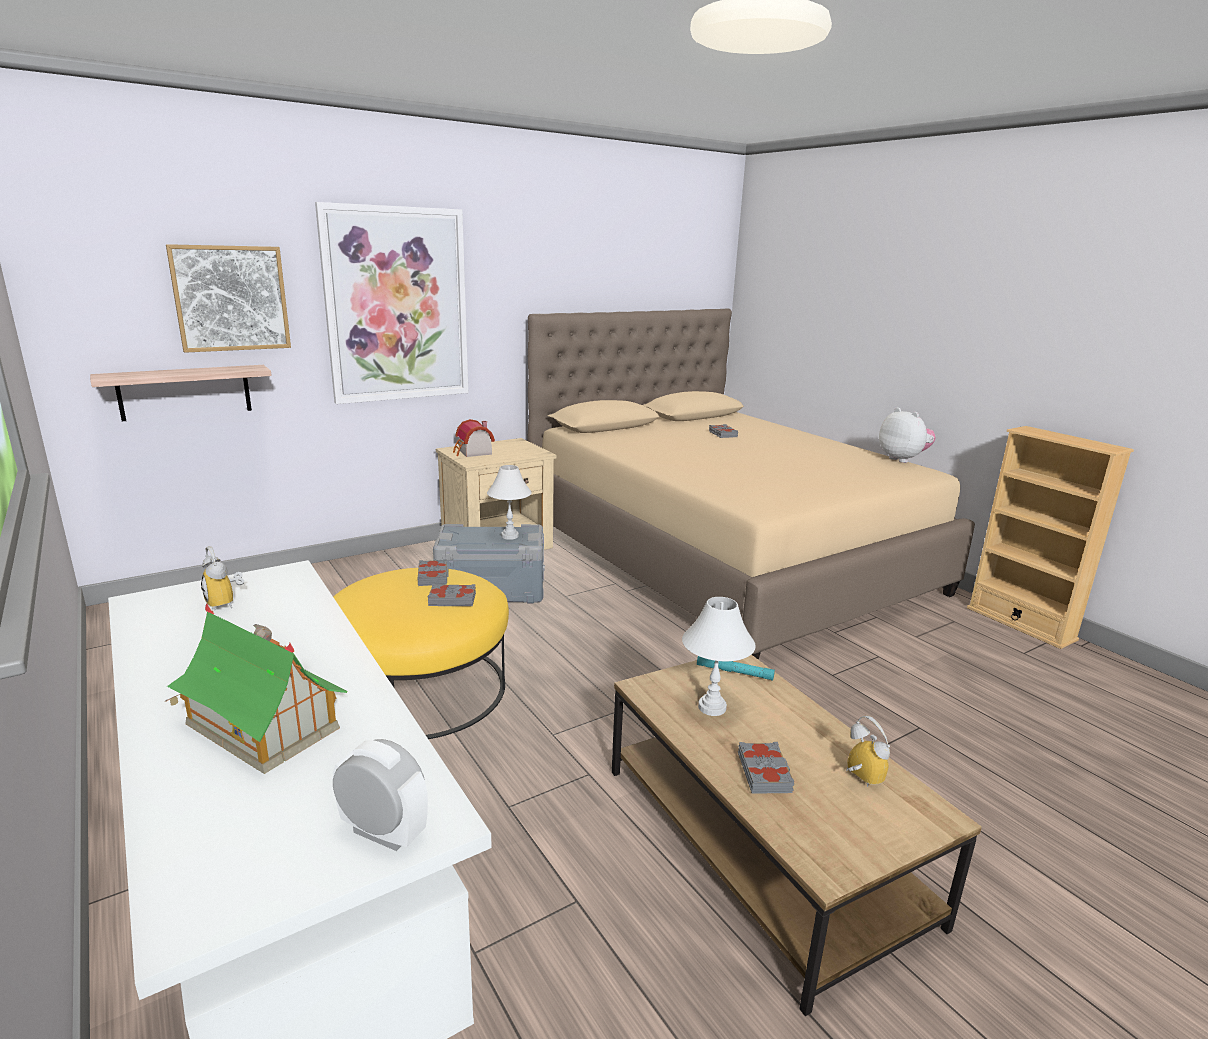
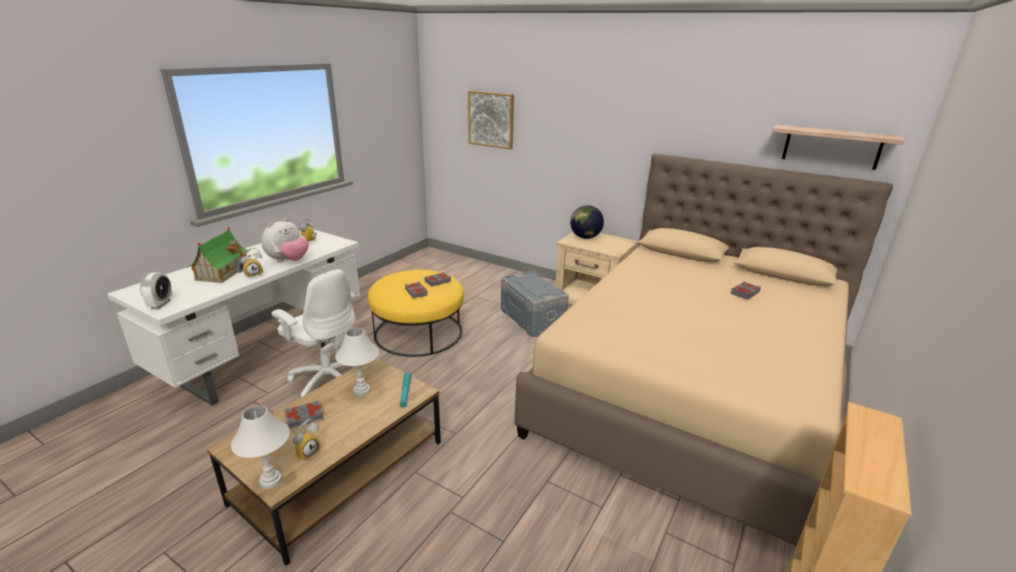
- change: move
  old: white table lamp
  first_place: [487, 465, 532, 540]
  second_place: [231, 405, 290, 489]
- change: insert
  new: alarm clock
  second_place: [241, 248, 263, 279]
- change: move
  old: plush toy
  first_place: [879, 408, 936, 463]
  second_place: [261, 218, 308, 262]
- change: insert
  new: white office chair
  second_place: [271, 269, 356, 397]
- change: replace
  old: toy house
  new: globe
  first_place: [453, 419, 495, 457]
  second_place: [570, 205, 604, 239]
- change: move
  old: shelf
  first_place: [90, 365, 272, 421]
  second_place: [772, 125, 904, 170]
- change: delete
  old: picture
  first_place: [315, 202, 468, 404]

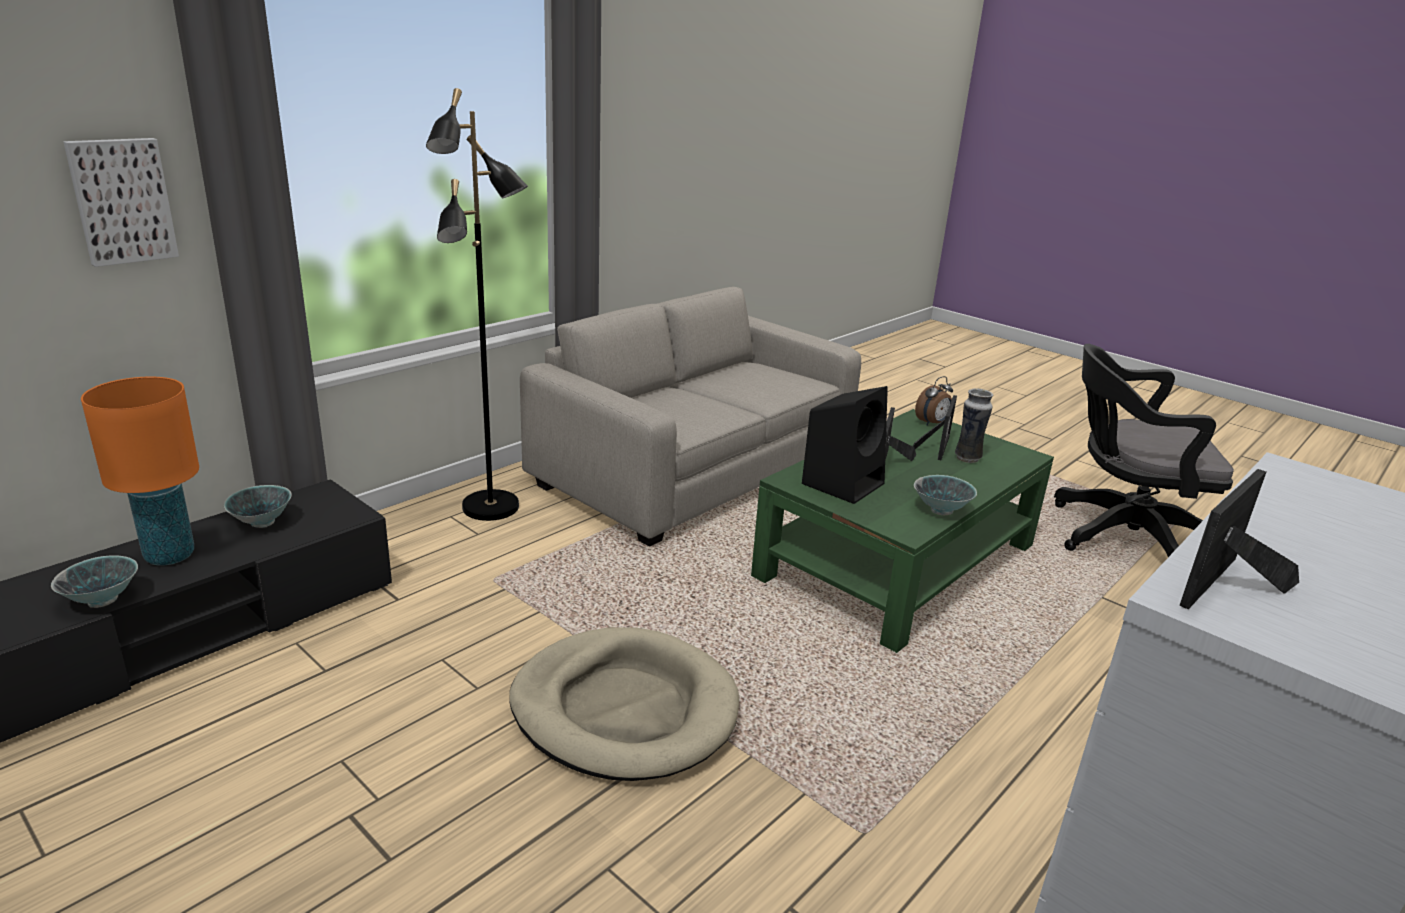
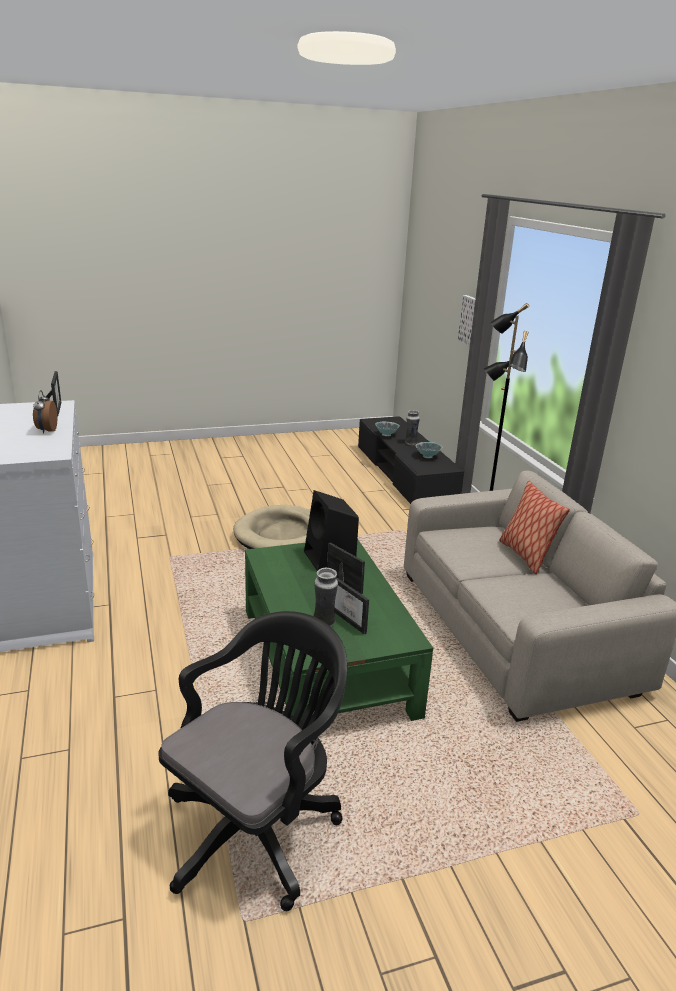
- change: move
  old: alarm clock
  first_place: [915, 376, 953, 426]
  second_place: [33, 390, 57, 434]
- change: replace
  old: orange table lamp
  new: vase
  first_place: [81, 377, 199, 566]
  second_place: [405, 410, 420, 445]
- change: insert
  new: pillow
  second_place: [499, 481, 570, 574]
- change: delete
  old: bowl
  first_place: [914, 475, 977, 515]

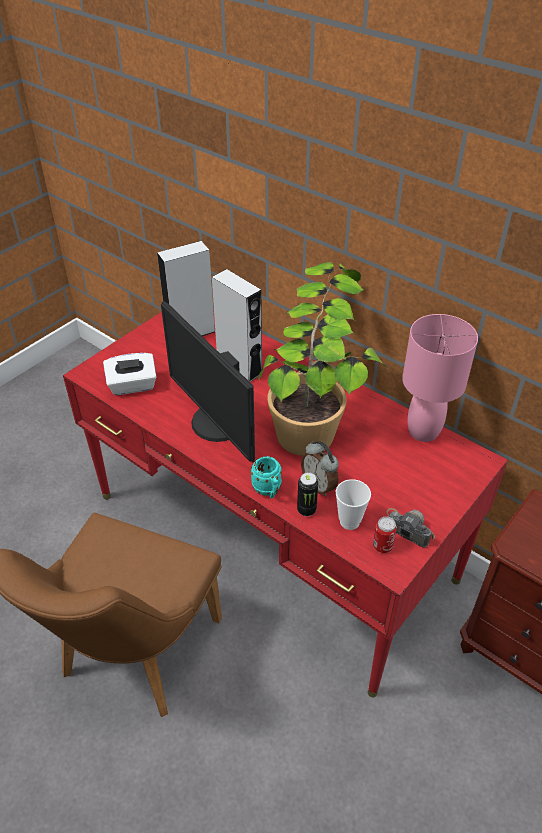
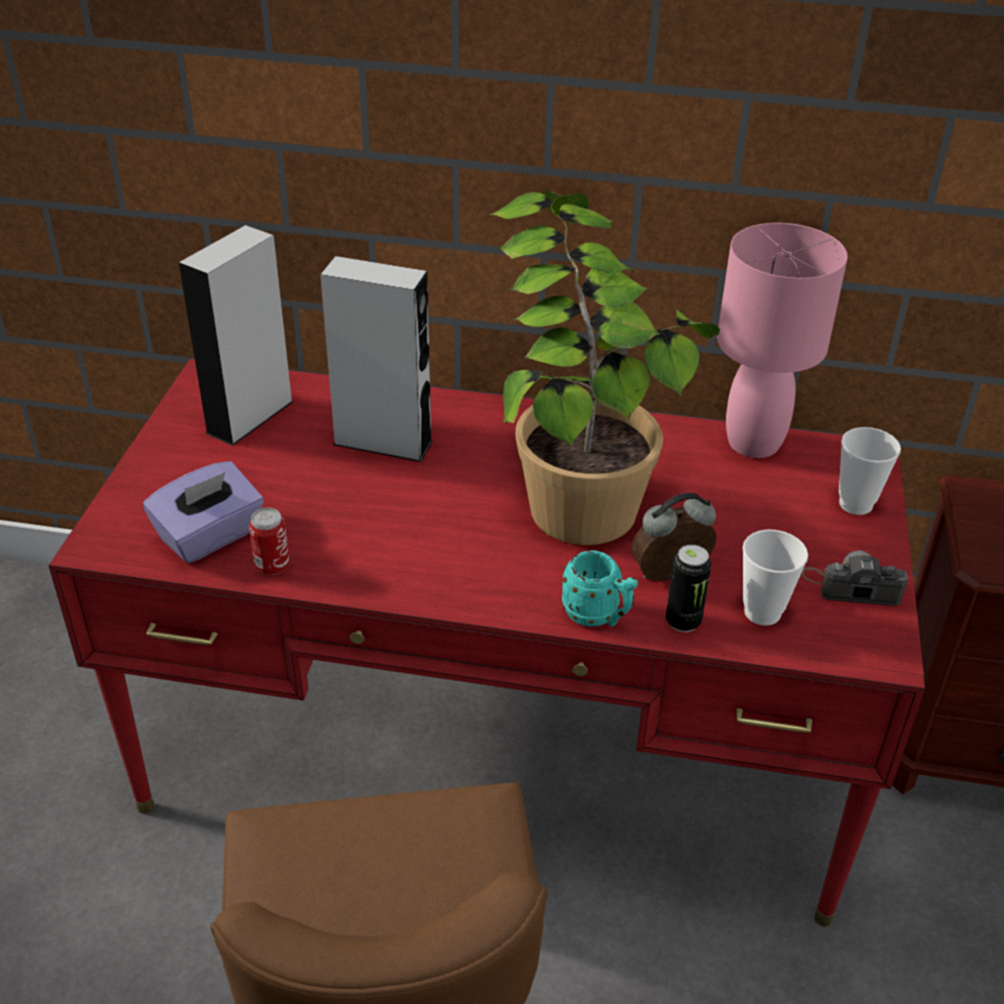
- change: recolor
  old: white tissue box
  new: purple tissue box
  first_place: [103, 353, 157, 395]
  second_place: [143, 461, 264, 563]
- change: move
  old: can
  first_place: [373, 517, 397, 553]
  second_place: [249, 508, 290, 575]
- change: rotate
  old: alarm clock
  first_place: [301, 441, 339, 496]
  second_place: [632, 493, 716, 581]
  degrees: 135
- change: insert
  new: cup
  second_place: [839, 427, 901, 515]
- change: delete
  old: monitor
  first_place: [161, 301, 255, 463]

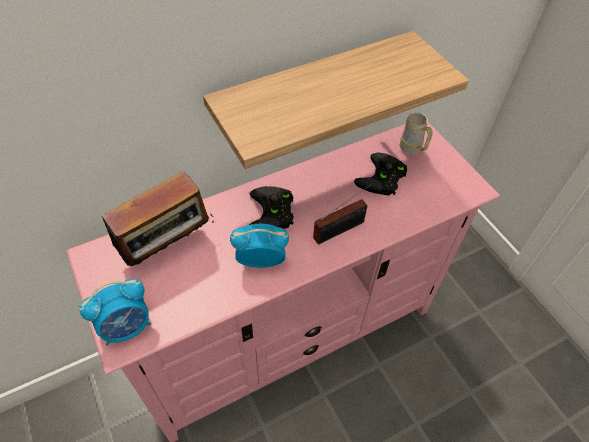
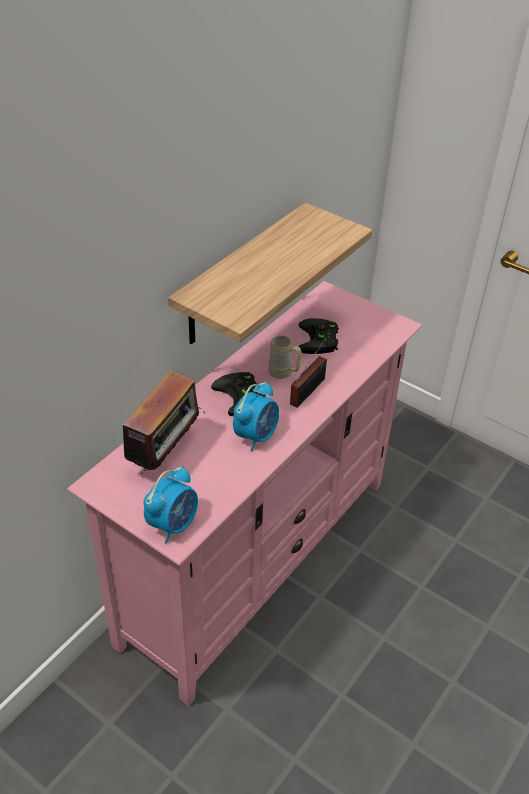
- change: rotate
  old: alarm clock
  first_place: [230, 224, 289, 267]
  second_place: [233, 381, 279, 452]
  degrees: 150
- change: move
  old: beige mug
  first_place: [400, 112, 433, 154]
  second_place: [268, 335, 302, 379]

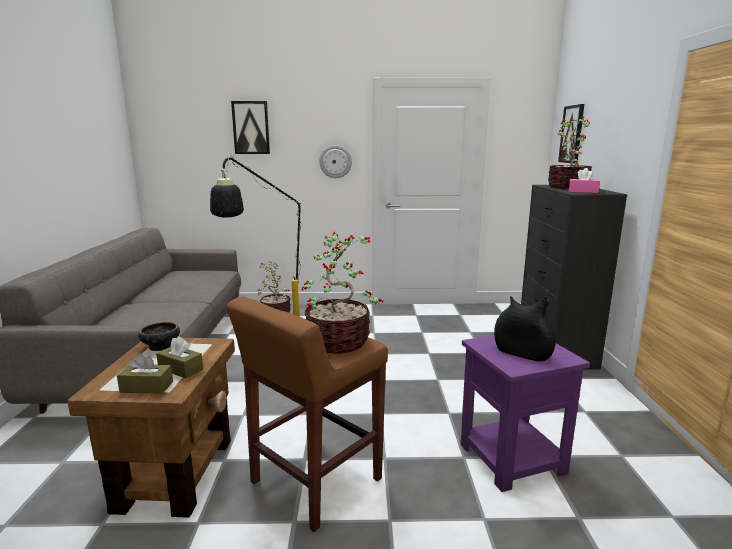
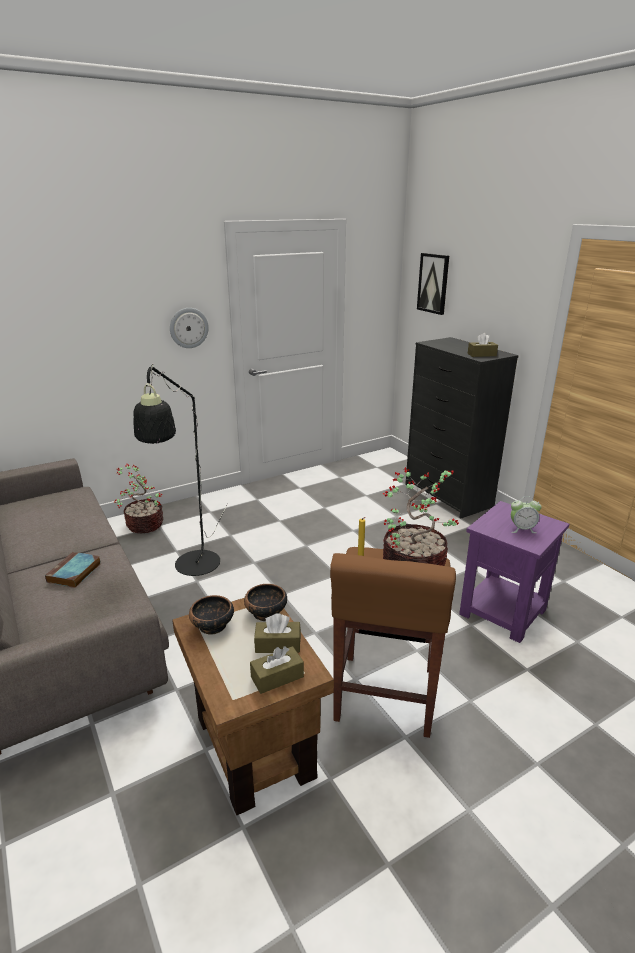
- change: insert
  new: book
  second_place: [45, 552, 101, 588]
- change: insert
  new: bowl
  second_place: [244, 584, 287, 621]
- change: recolor
  old: pink tissue box
  new: brown tissue box
  first_place: [569, 168, 600, 193]
  second_place: [468, 333, 498, 357]
- change: replace
  old: black vase
  new: alarm clock
  first_place: [494, 296, 556, 361]
  second_place: [511, 496, 542, 533]
- change: delete
  old: picture
  first_place: [231, 101, 270, 154]
- change: delete
  old: potted plant
  first_place: [548, 116, 592, 189]

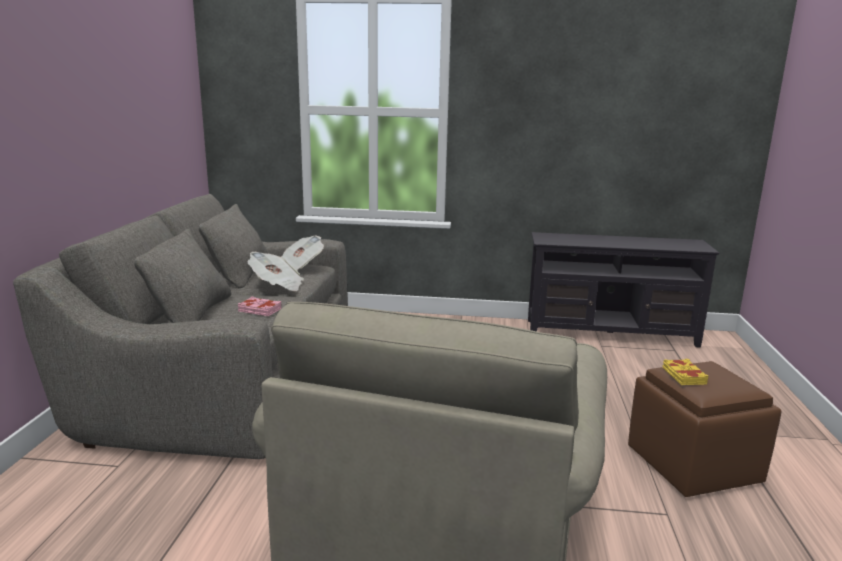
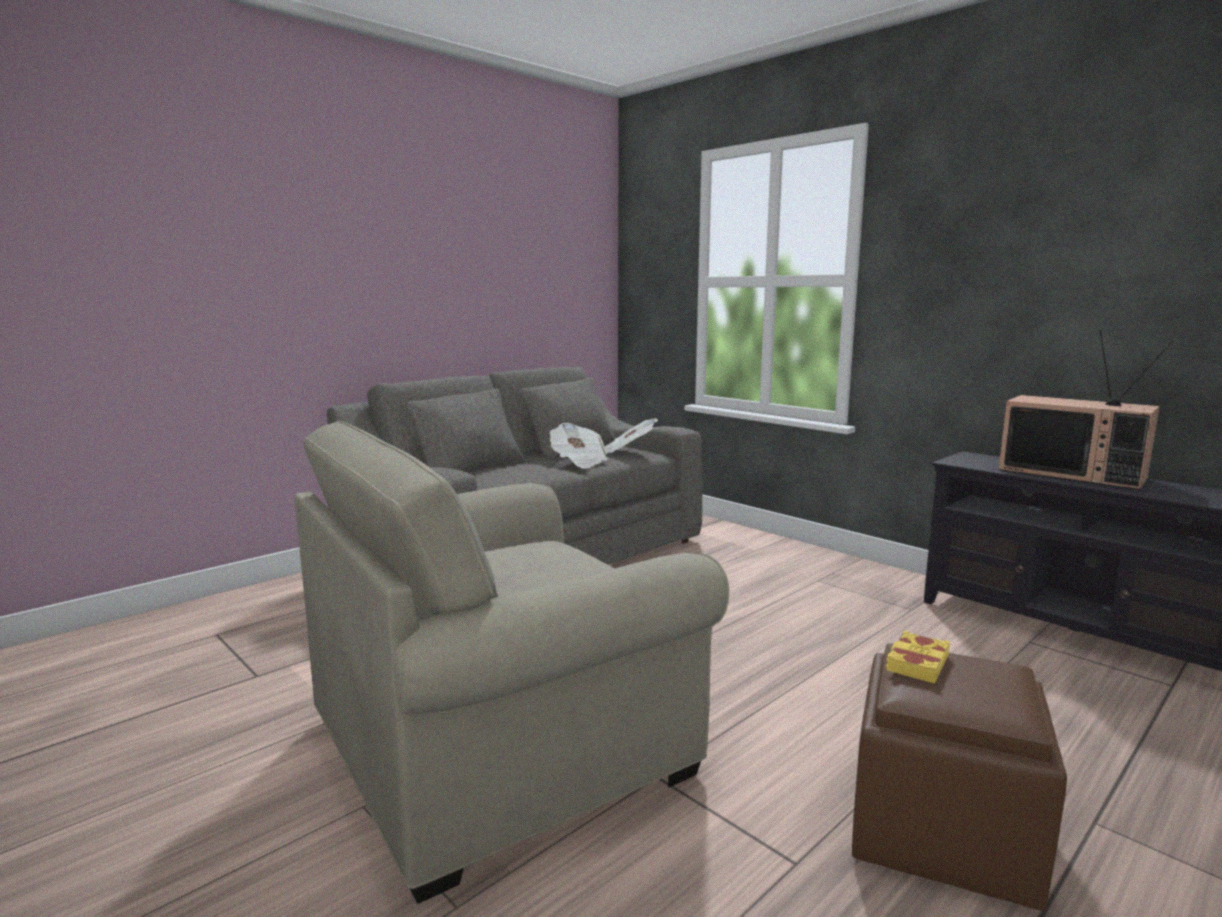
- change: insert
  new: television
  second_place: [999, 330, 1174, 490]
- change: delete
  old: pink book
  first_place: [238, 297, 281, 316]

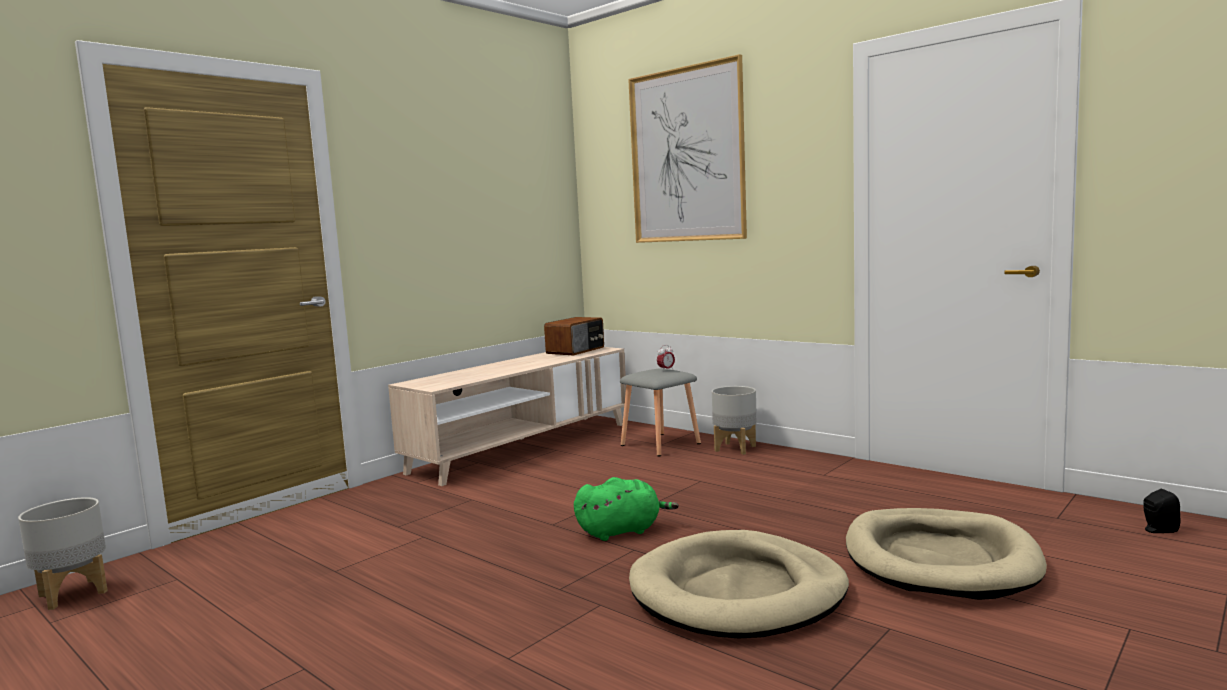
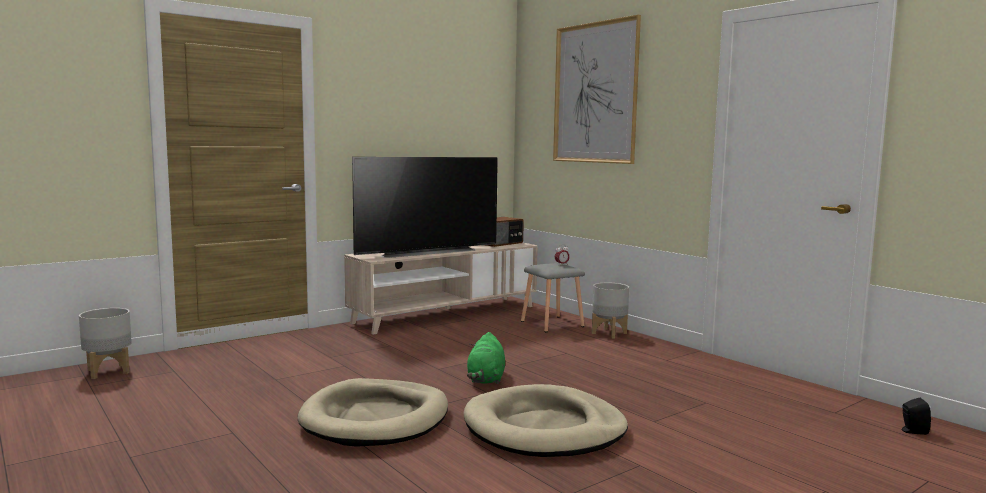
- change: move
  old: beige dog bed
  first_place: [846, 508, 1047, 600]
  second_place: [298, 378, 448, 447]
- change: insert
  new: television
  second_place: [352, 157, 498, 258]
- change: rotate
  old: green plush toy
  first_place: [574, 477, 679, 541]
  second_place: [467, 332, 505, 384]
  degrees: 105

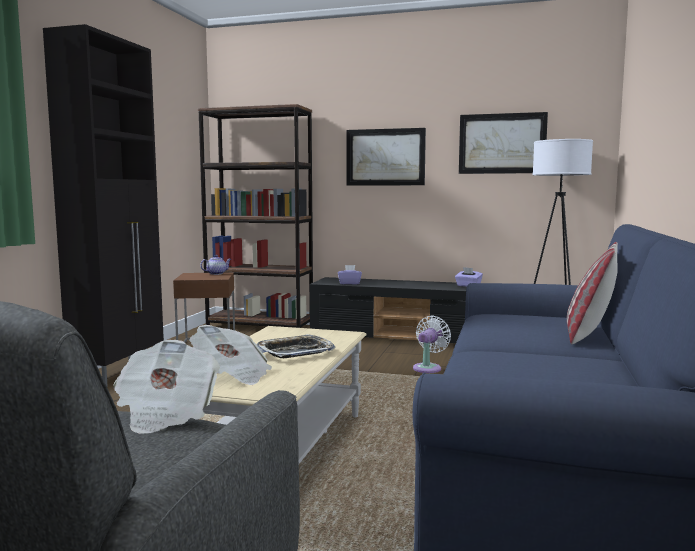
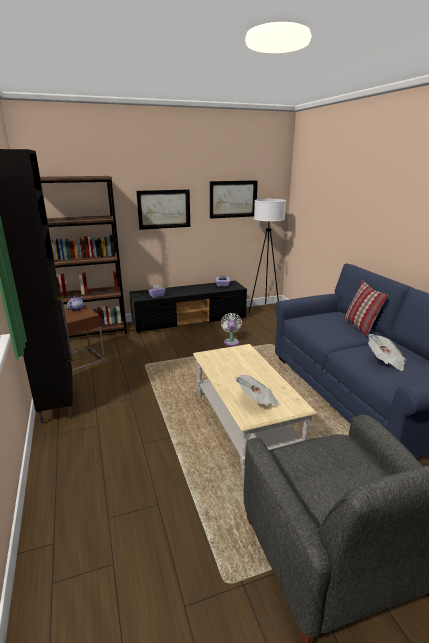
- change: move
  old: newspaper
  first_place: [113, 340, 220, 434]
  second_place: [368, 334, 406, 371]
- change: delete
  old: tray
  first_place: [256, 334, 335, 358]

